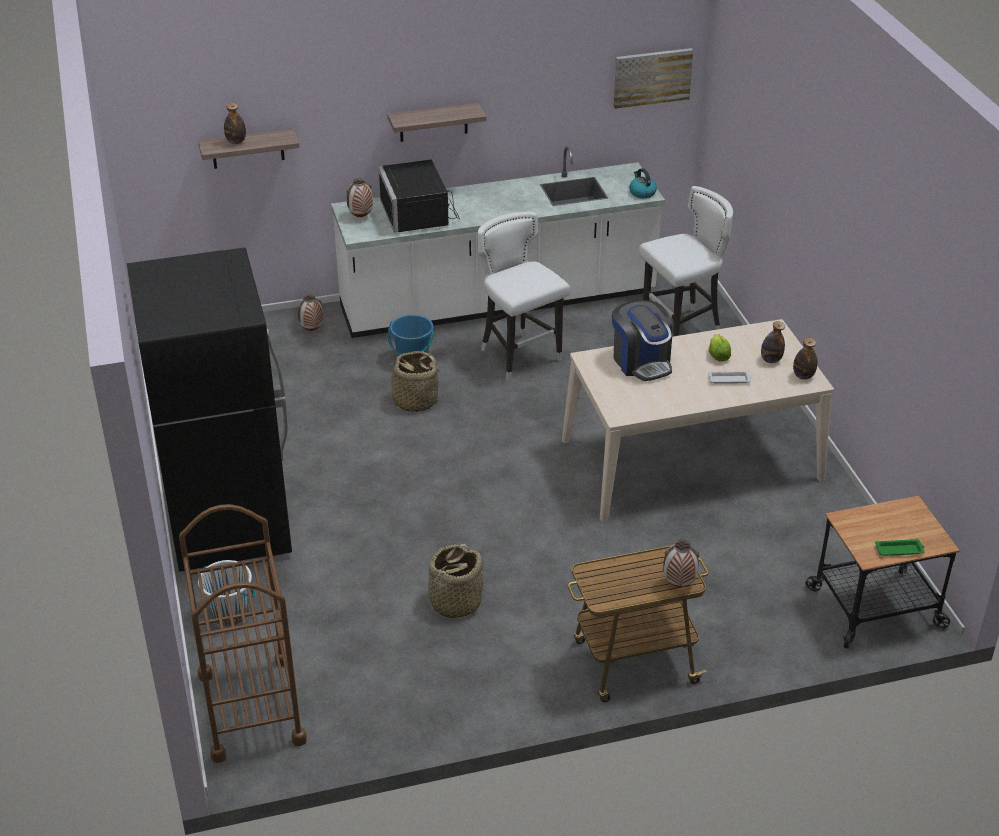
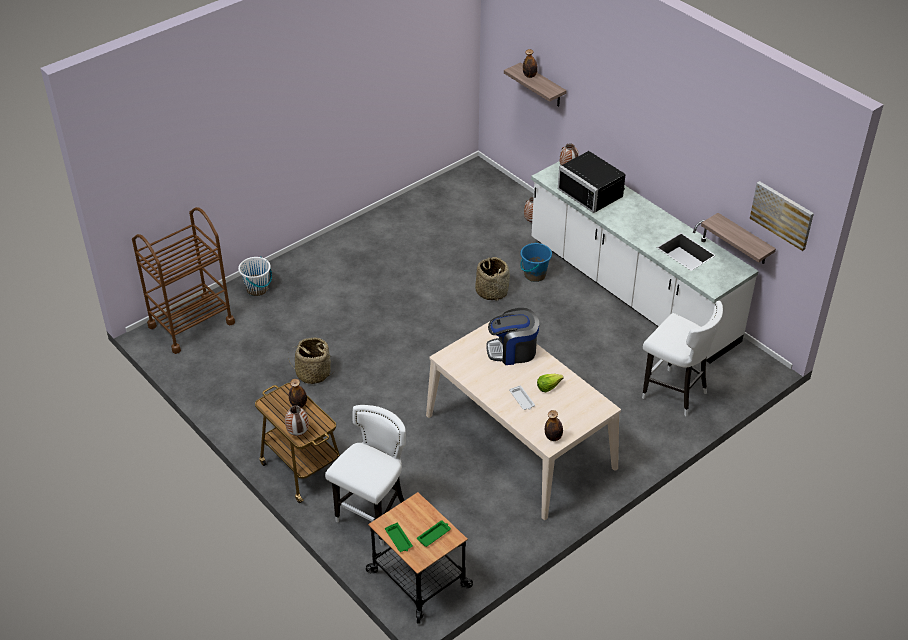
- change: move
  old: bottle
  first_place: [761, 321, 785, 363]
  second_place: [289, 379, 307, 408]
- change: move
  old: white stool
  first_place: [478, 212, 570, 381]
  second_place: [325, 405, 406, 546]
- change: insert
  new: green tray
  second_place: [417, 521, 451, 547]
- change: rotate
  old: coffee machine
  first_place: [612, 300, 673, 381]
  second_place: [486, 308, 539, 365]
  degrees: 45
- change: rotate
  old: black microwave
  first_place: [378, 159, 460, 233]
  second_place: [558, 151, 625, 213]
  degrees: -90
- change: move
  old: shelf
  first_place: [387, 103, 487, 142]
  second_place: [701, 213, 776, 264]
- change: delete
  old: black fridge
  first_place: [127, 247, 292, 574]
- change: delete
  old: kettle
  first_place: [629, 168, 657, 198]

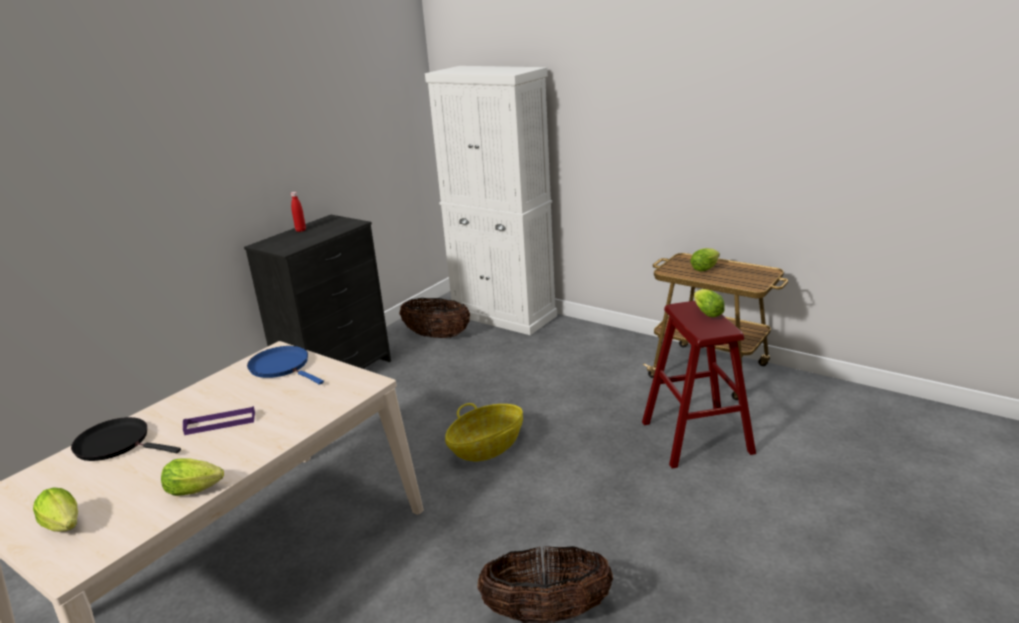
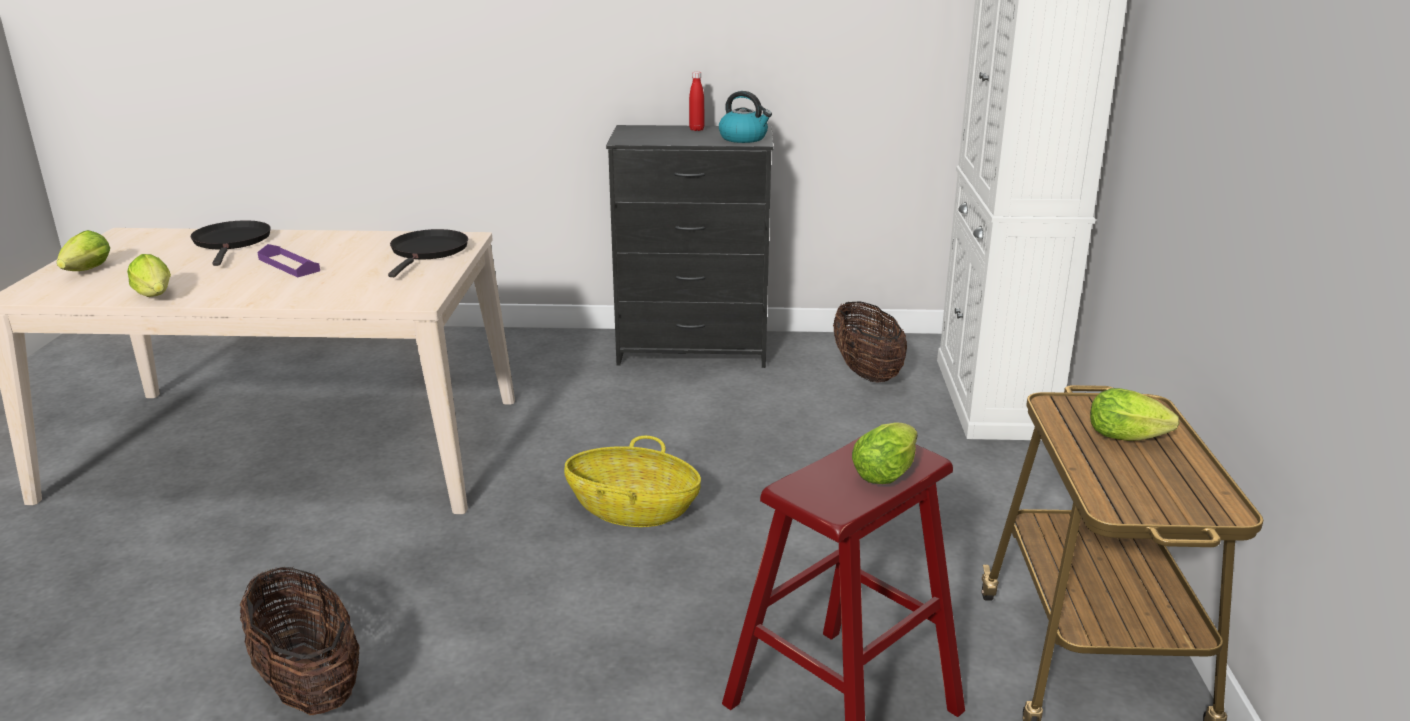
- change: recolor
  old: blue frying pan
  new: black frying pan
  first_place: [247, 346, 324, 385]
  second_place: [388, 229, 468, 277]
- change: insert
  new: kettle
  second_place: [719, 91, 772, 143]

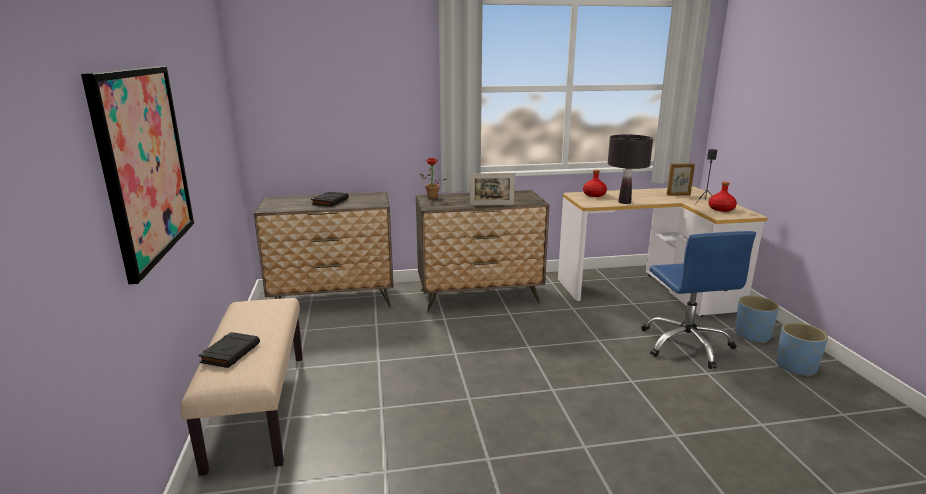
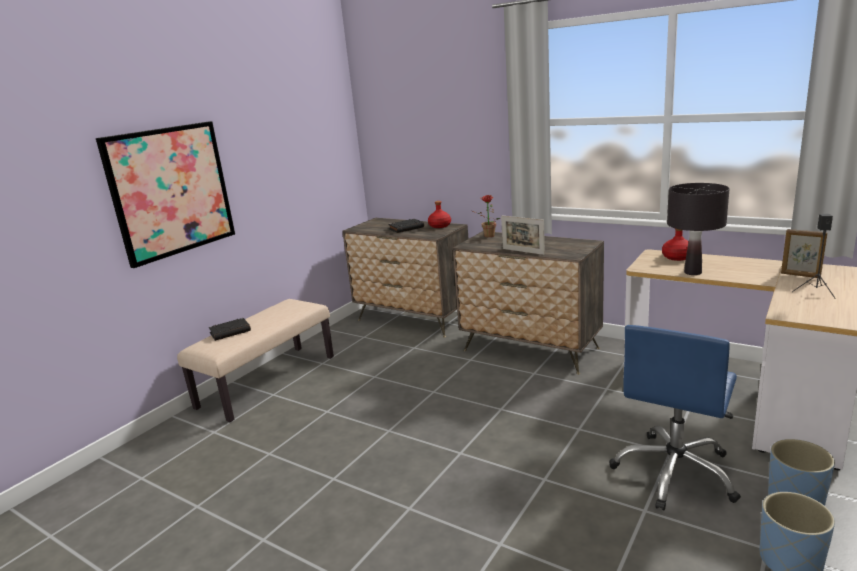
- change: move
  old: red bottle
  first_place: [708, 182, 737, 212]
  second_place: [428, 201, 451, 228]

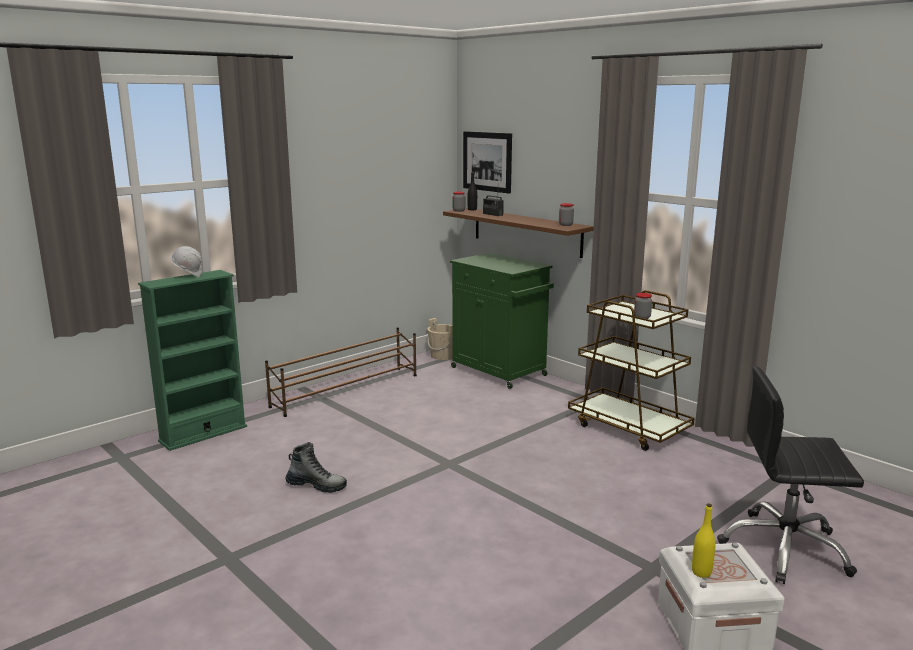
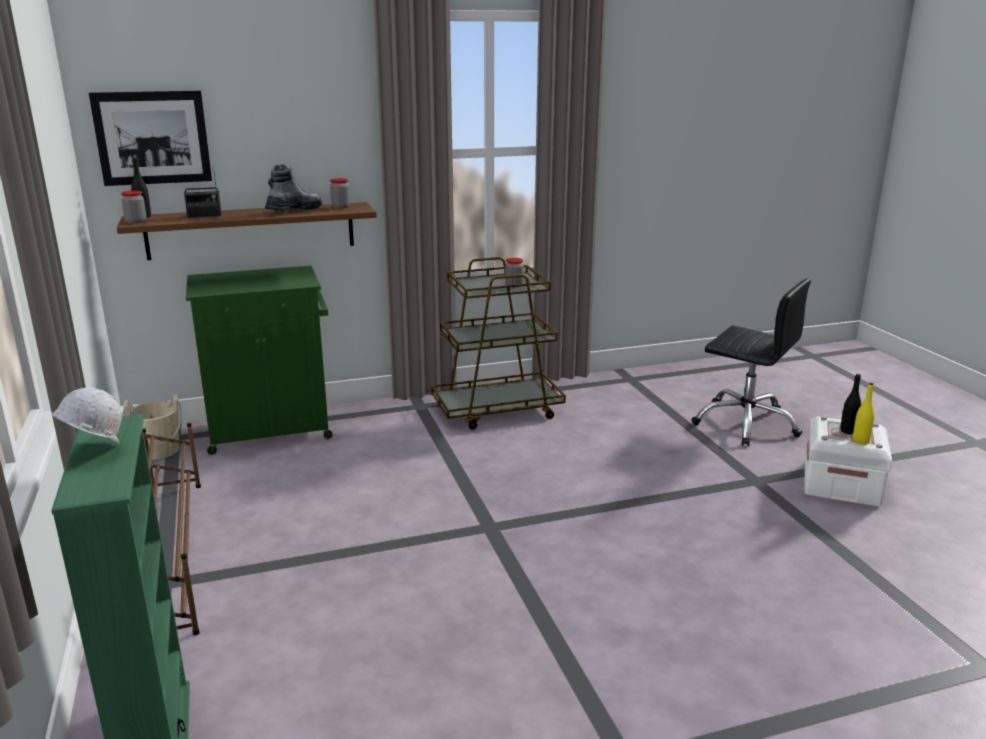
- change: move
  old: boot
  first_place: [286, 442, 347, 493]
  second_place: [265, 165, 322, 212]
- change: rotate
  old: black office chair
  first_place: [717, 366, 864, 584]
  second_place: [691, 278, 811, 447]
  degrees: -90
- change: insert
  new: black bottle
  second_place: [841, 374, 861, 434]

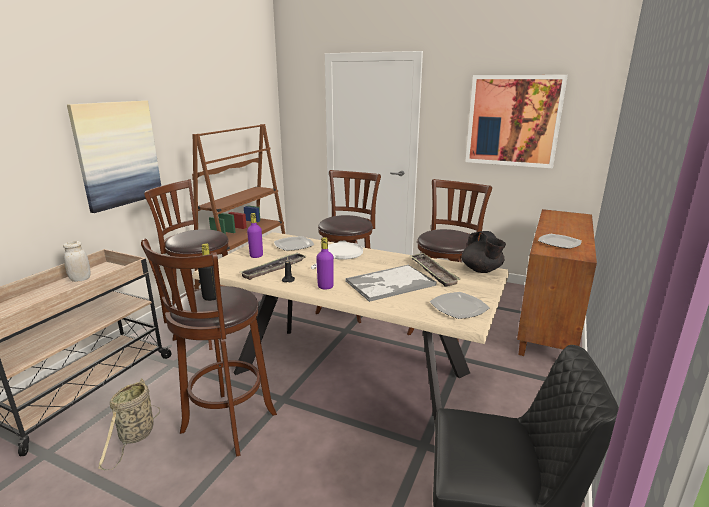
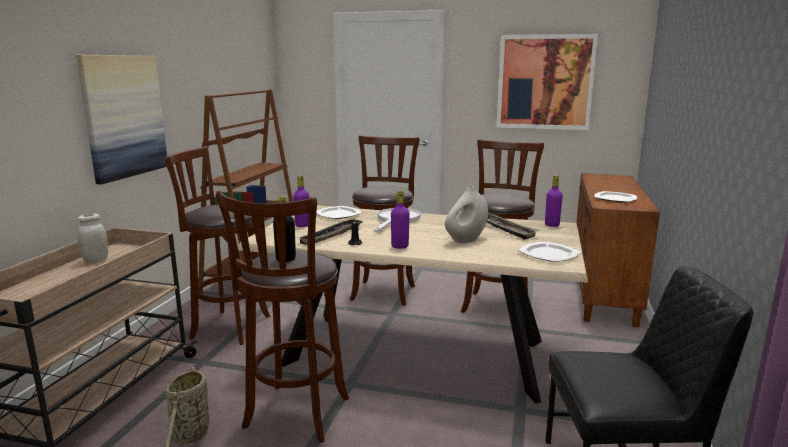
- change: replace
  old: tray
  new: white vase
  first_place: [345, 265, 436, 302]
  second_place: [445, 186, 488, 243]
- change: replace
  old: black teapot
  new: purple bottle
  first_place: [461, 231, 506, 273]
  second_place: [545, 175, 563, 227]

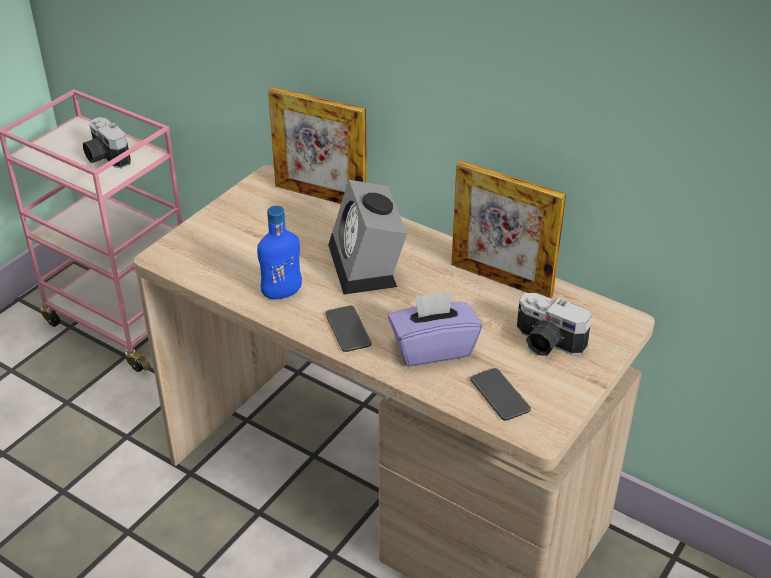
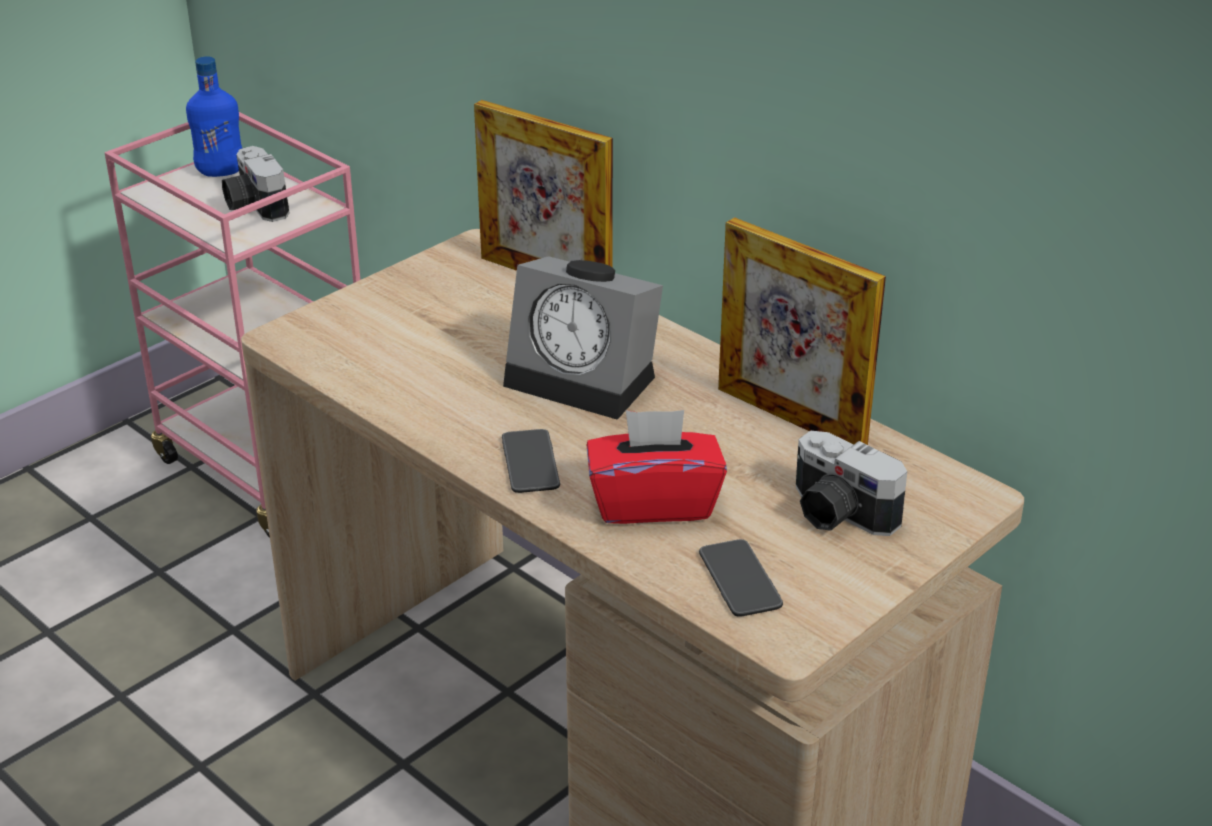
- change: move
  old: blue bottle
  first_place: [257, 206, 302, 299]
  second_place: [186, 56, 242, 177]
- change: rotate
  old: alarm clock
  first_place: [328, 180, 407, 295]
  second_place: [503, 256, 663, 420]
  degrees: -60
- change: recolor
  old: purple tissue box
  new: red tissue box
  first_place: [388, 291, 482, 366]
  second_place: [587, 410, 727, 524]

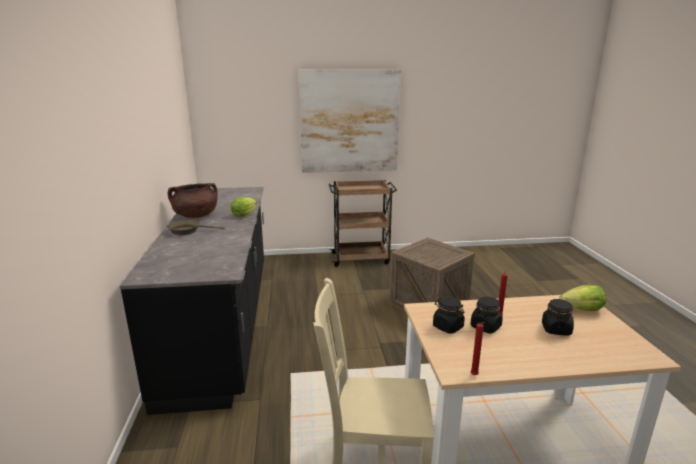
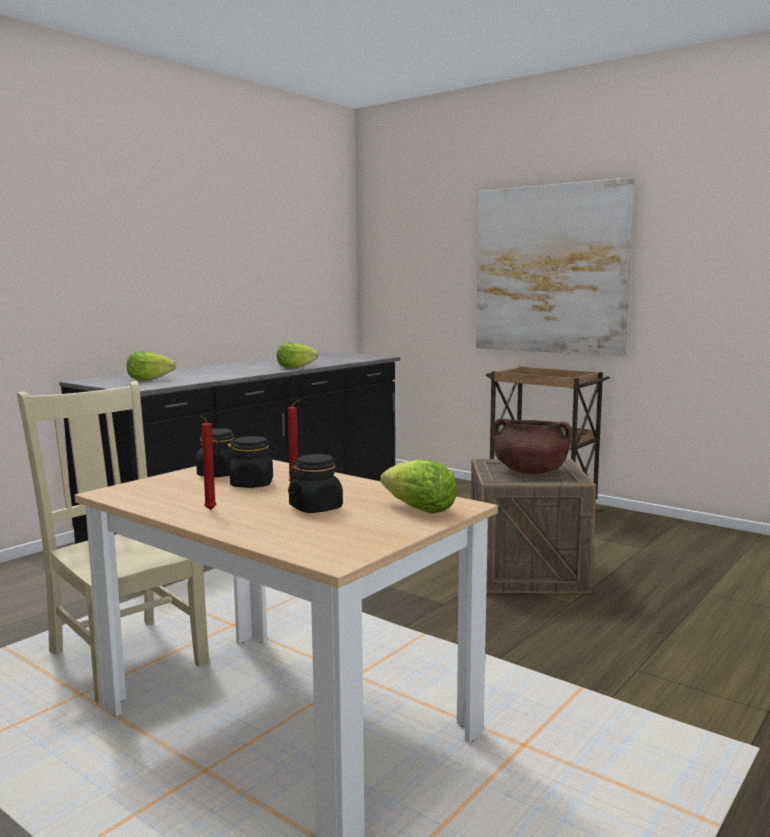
- change: insert
  new: lettuce
  second_place: [127, 351, 176, 380]
- change: move
  old: red candle
  first_place: [471, 322, 486, 375]
  second_place: [200, 416, 217, 510]
- change: move
  old: brown cooking pot
  first_place: [168, 183, 217, 218]
  second_place: [493, 418, 572, 474]
- change: delete
  old: brown frying pan
  first_place: [167, 220, 225, 235]

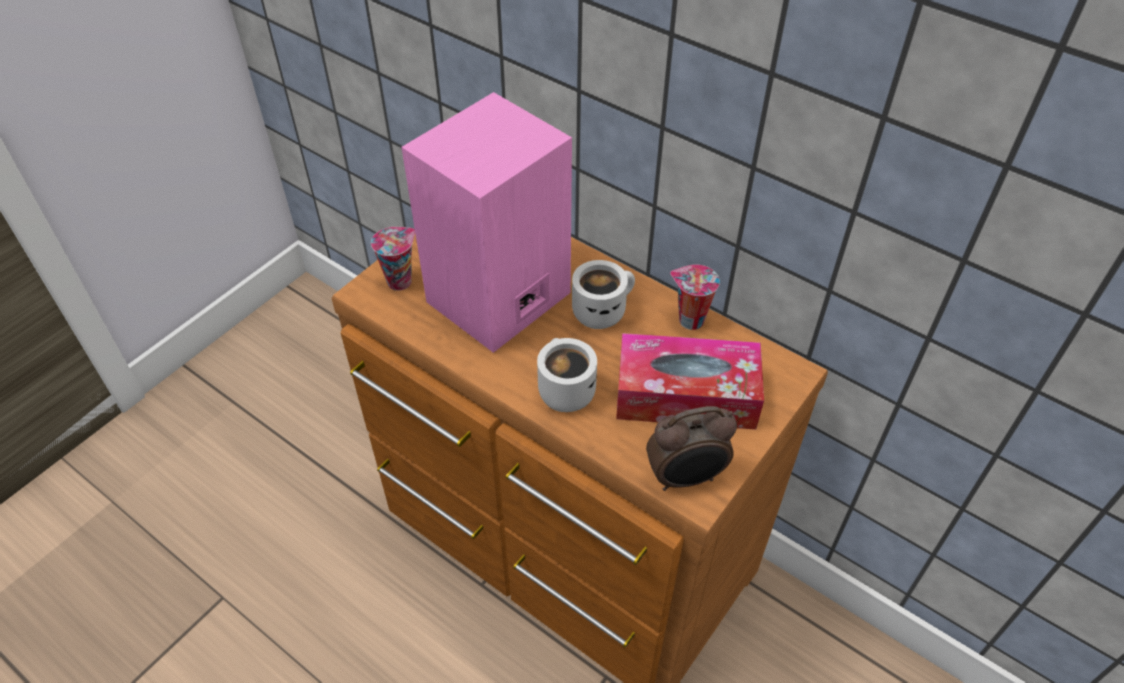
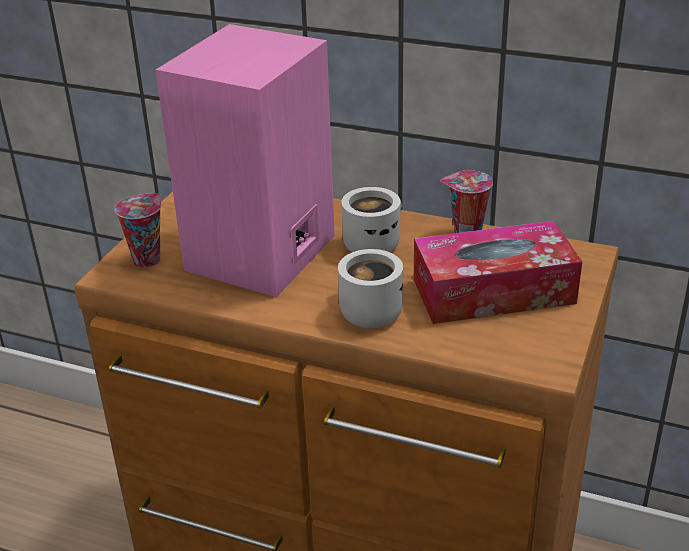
- change: delete
  old: alarm clock
  first_place: [646, 406, 737, 491]

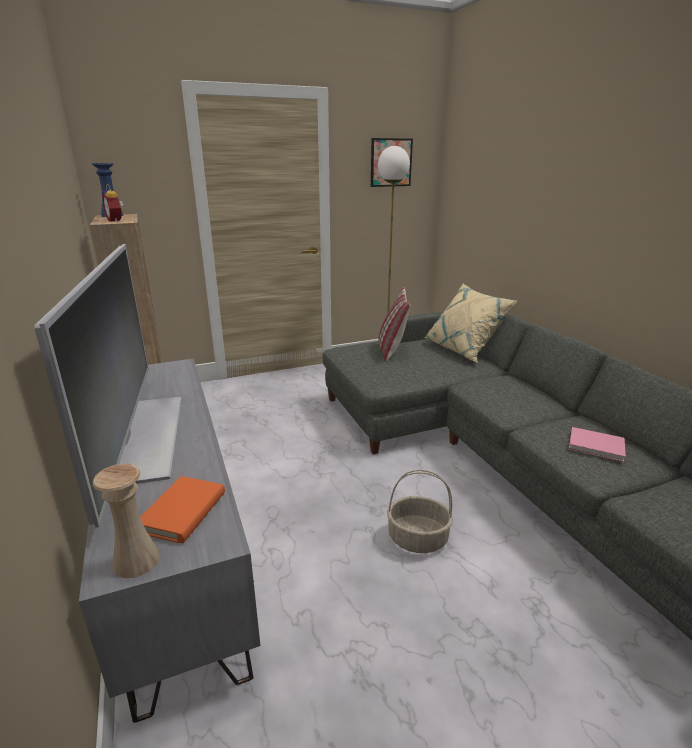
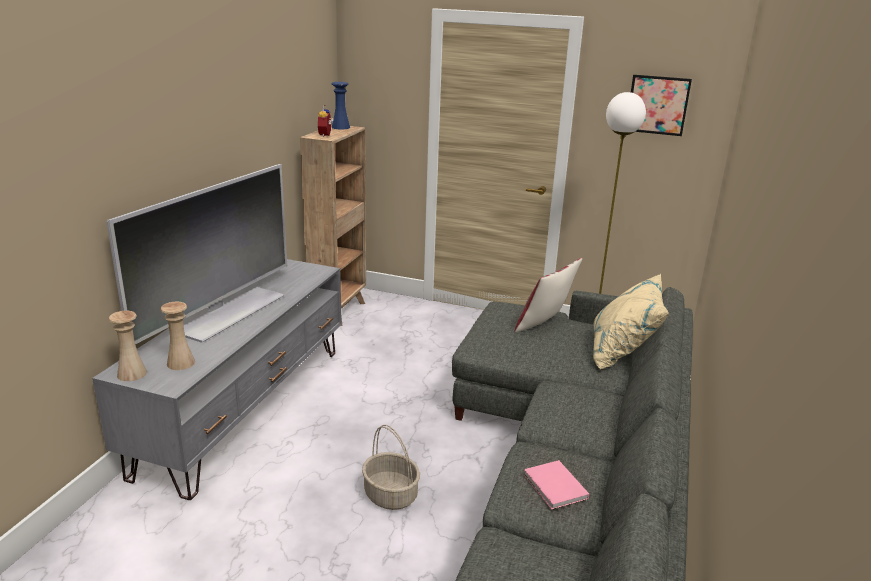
- change: replace
  old: orange book
  new: beige vase
  first_place: [140, 476, 225, 544]
  second_place: [160, 302, 195, 370]

